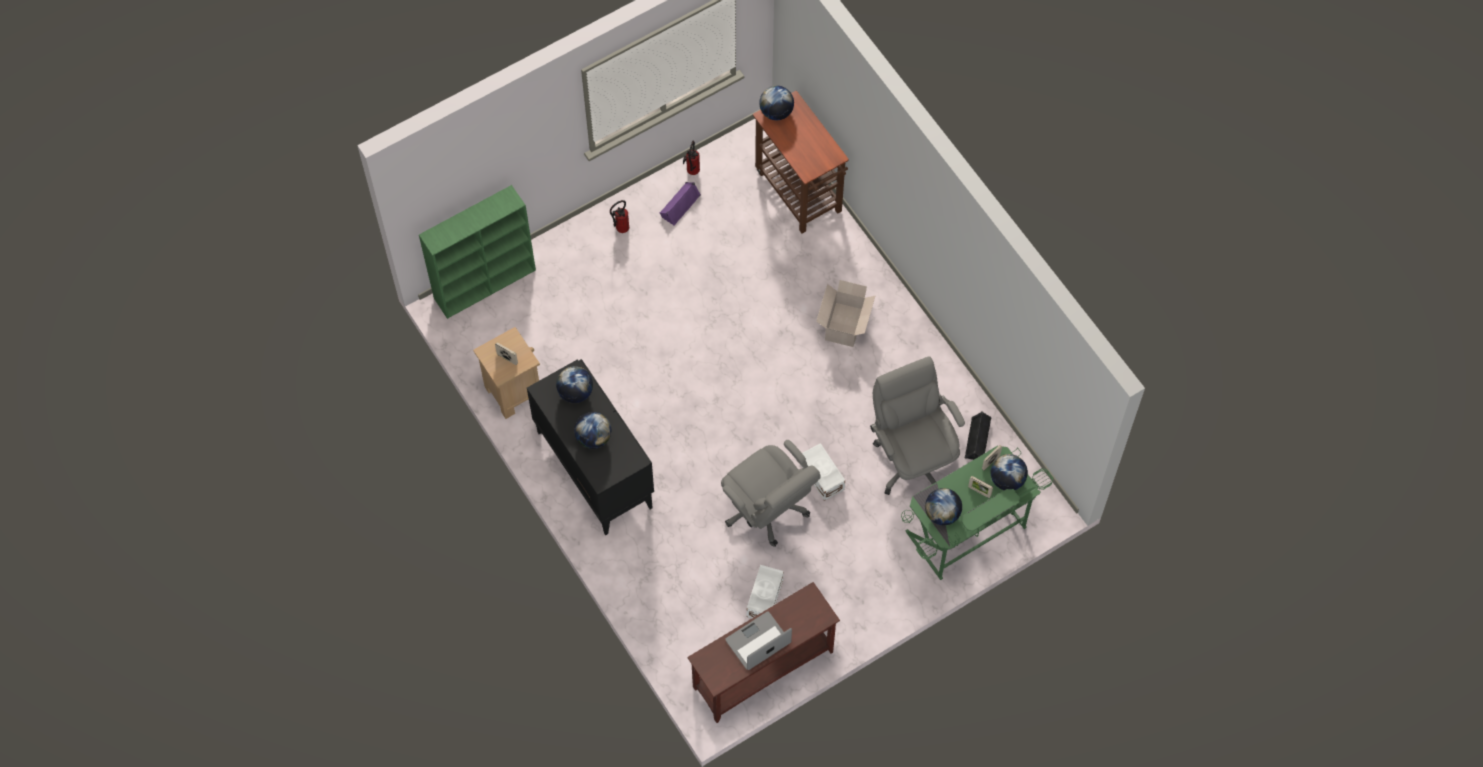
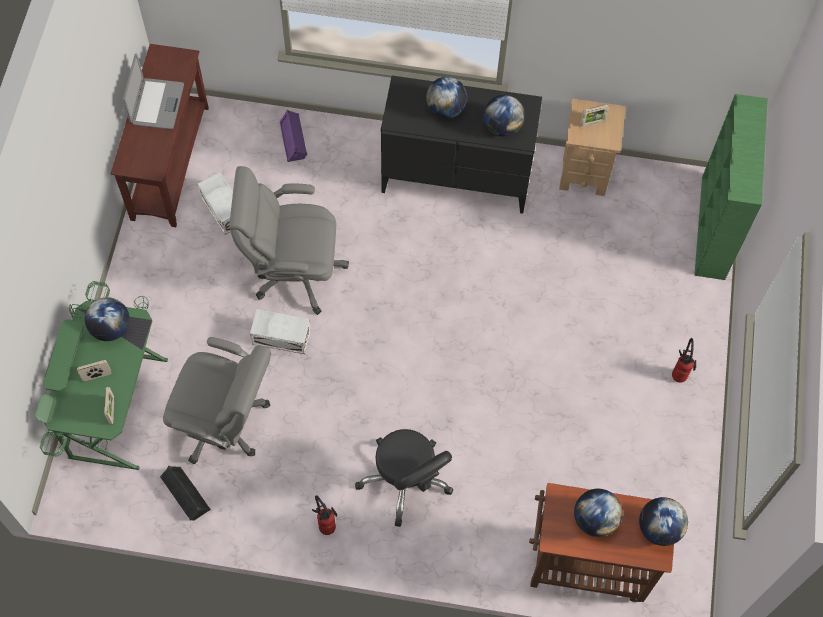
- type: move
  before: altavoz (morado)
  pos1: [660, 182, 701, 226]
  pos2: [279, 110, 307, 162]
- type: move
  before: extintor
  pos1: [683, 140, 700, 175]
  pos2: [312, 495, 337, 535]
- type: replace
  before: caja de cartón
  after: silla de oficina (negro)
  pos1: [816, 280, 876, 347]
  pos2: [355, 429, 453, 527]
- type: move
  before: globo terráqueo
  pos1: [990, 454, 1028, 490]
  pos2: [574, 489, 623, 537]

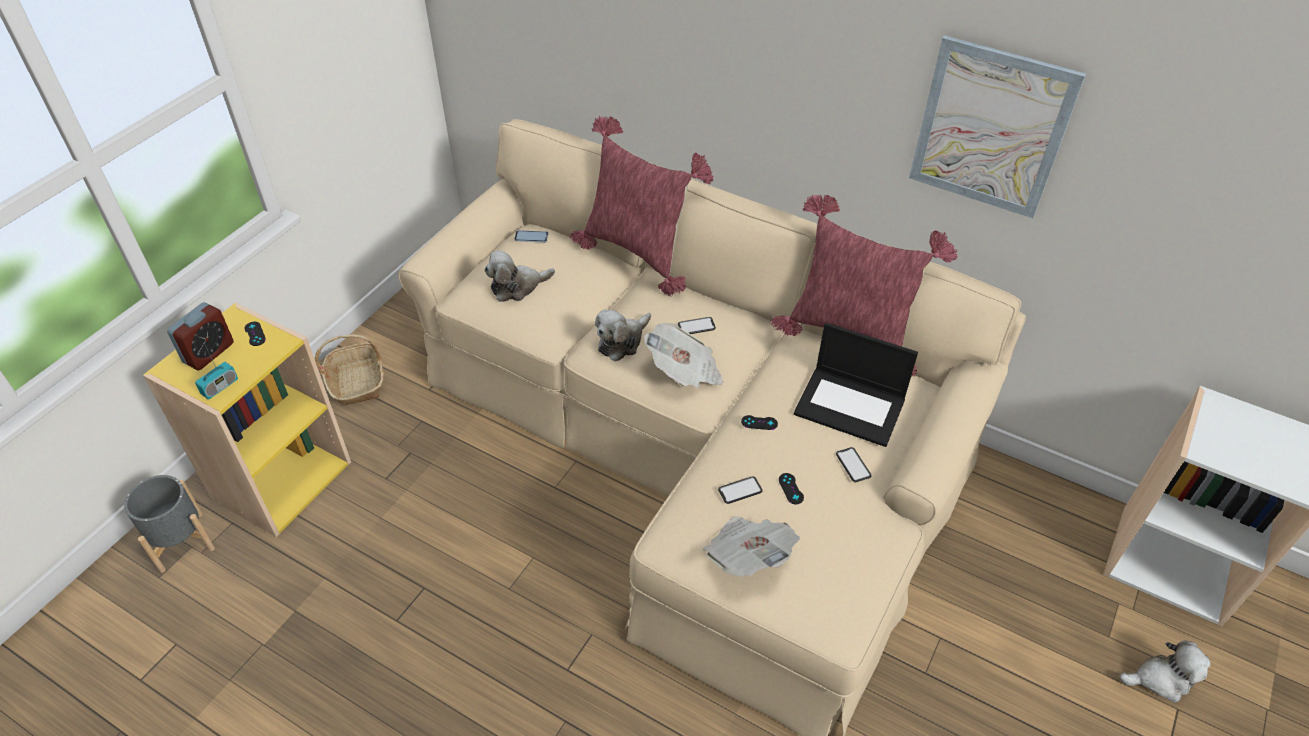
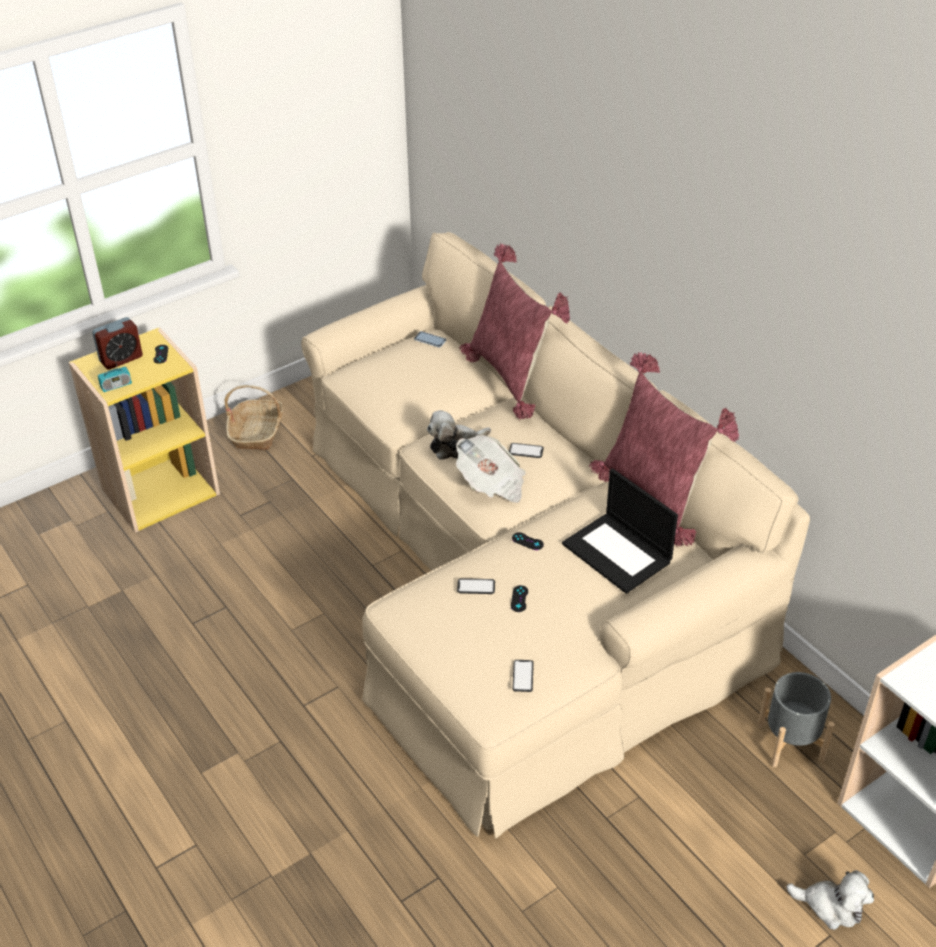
- type: move
  before: móvil
  pos1: [836, 447, 871, 482]
  pos2: [512, 660, 533, 692]
- type: move
  before: maceta (gris)
  pos1: [124, 475, 215, 573]
  pos2: [757, 672, 835, 767]
- type: delete
  before: peluche
  pos1: [484, 250, 555, 302]
- type: delete
  before: periódico
  pos1: [702, 516, 800, 577]
- type: delete
  before: cuadro
  pos1: [909, 35, 1086, 218]

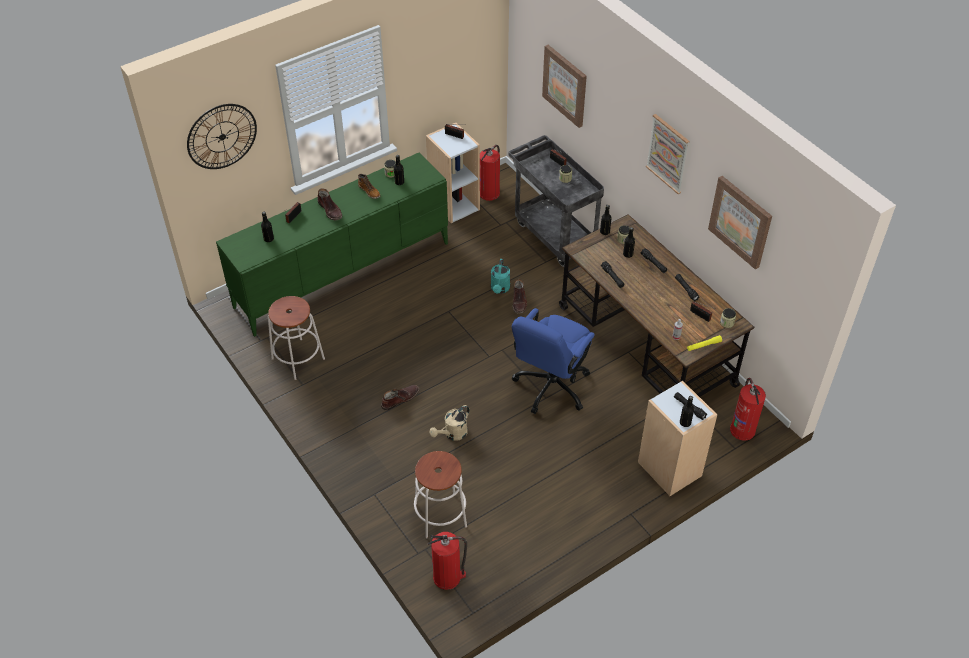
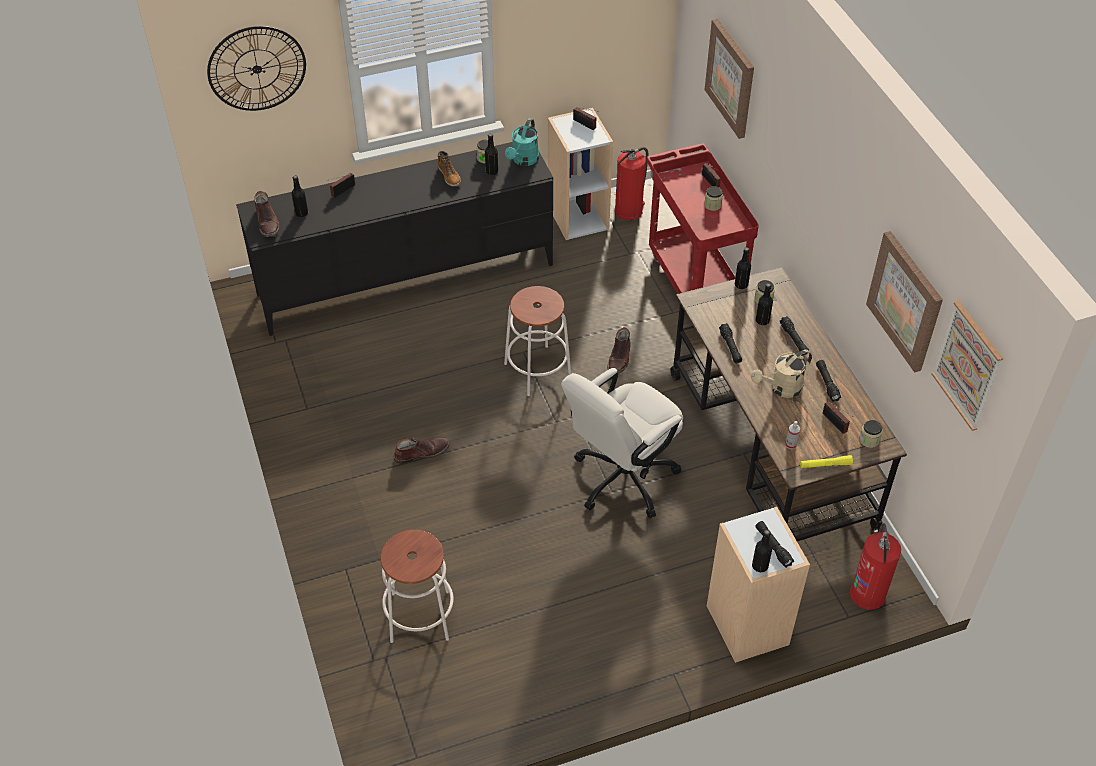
- type: recolor
  before: armario (verde)
  after: armario (negro)
  pos1: [216, 152, 448, 337]
  pos2: [236, 142, 553, 336]
- type: move
  before: bota (marrón)
  pos1: [318, 188, 342, 220]
  pos2: [254, 191, 280, 237]
- type: move
  before: taburete (blanco)
  pos1: [268, 296, 325, 380]
  pos2: [504, 286, 571, 396]
- type: move
  before: regadera (turquesa)
  pos1: [491, 259, 510, 294]
  pos2: [505, 119, 539, 166]
- type: recolor
  before: silla de oficina (azul)
  after: silla de oficina (blanco)
  pos1: [512, 308, 595, 414]
  pos2: [561, 368, 683, 518]
- type: recolor
  before: carrito (gris)
  after: carrito (rojo)
  pos1: [508, 135, 604, 267]
  pos2: [647, 143, 759, 294]
- type: move
  before: regadera (beis)
  pos1: [430, 405, 469, 441]
  pos2: [751, 350, 812, 398]
- type: move
  before: cuadro
  pos1: [646, 114, 690, 194]
  pos2: [931, 301, 1003, 431]
- type: delete
  before: extintor
  pos1: [428, 532, 467, 590]

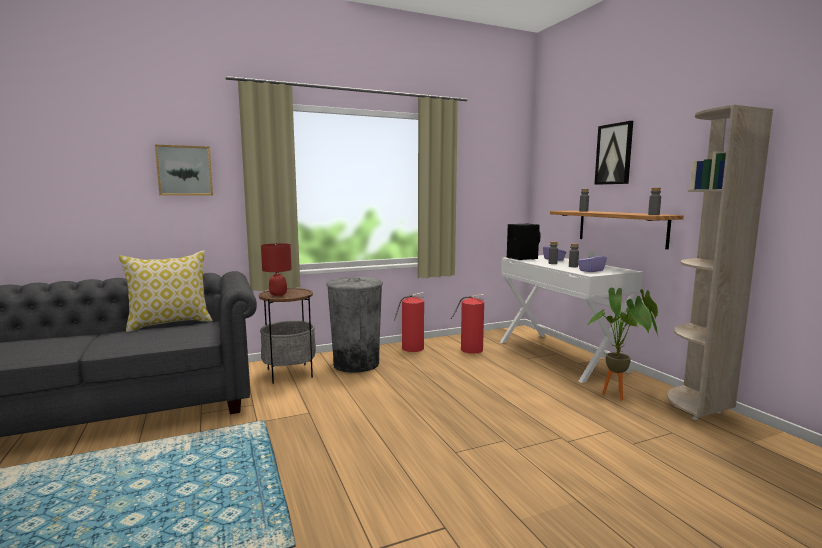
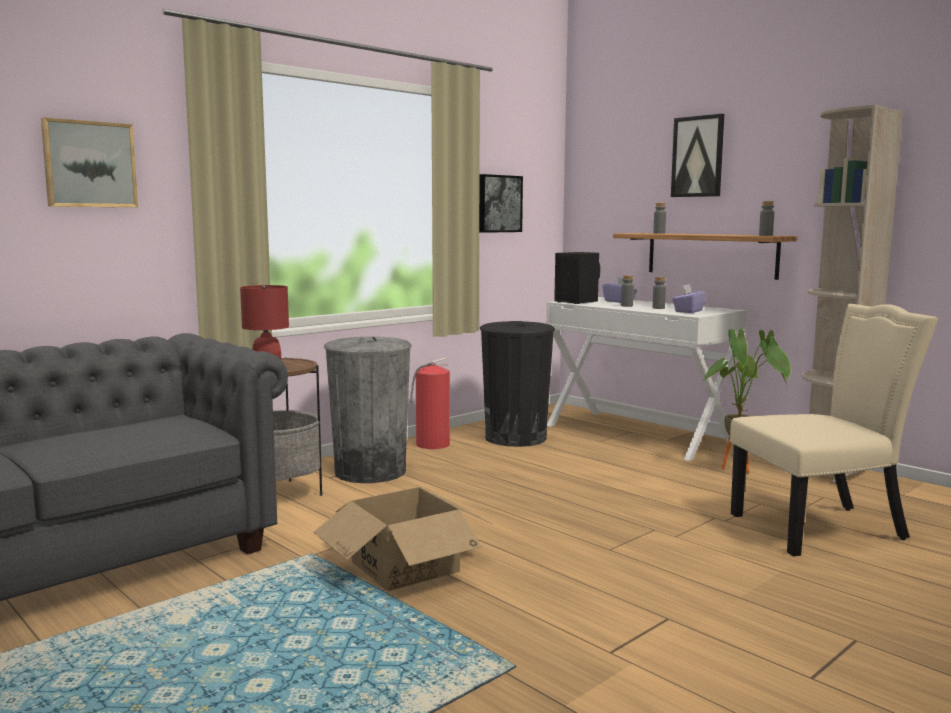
- type: insert
  after: caja de cartón
  pos2: [314, 487, 494, 591]
- type: insert
  after: cuadro
  pos2: [479, 174, 523, 233]
- type: replace
  before: extintor
  after: papelera (negro)
  pos1: [451, 294, 484, 354]
  pos2: [480, 321, 555, 447]
- type: insert
  after: silla (beis)
  pos2: [730, 304, 938, 556]
- type: delete
  before: cojín
  pos1: [119, 250, 213, 332]

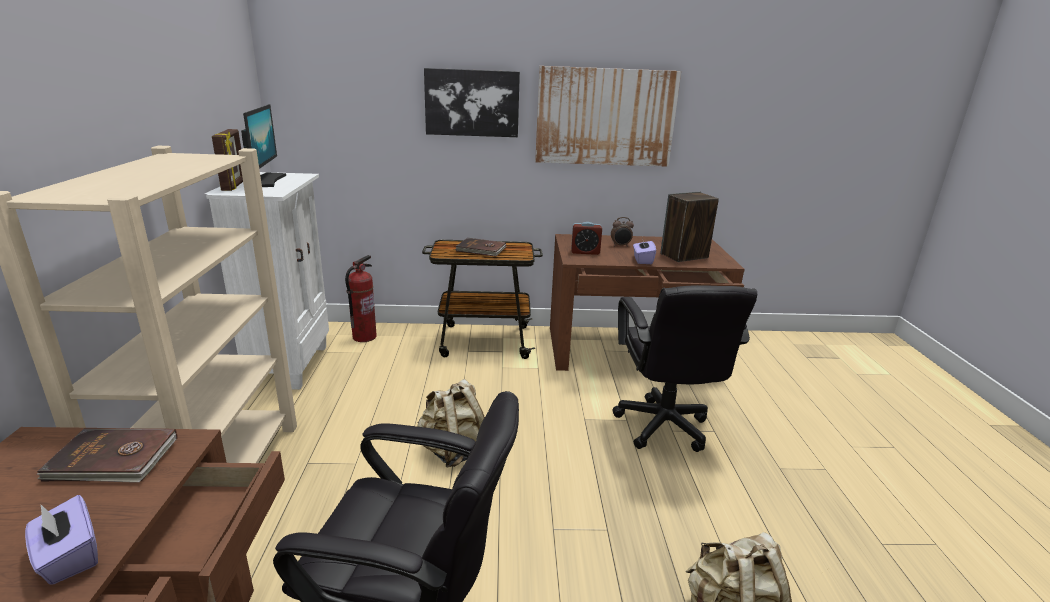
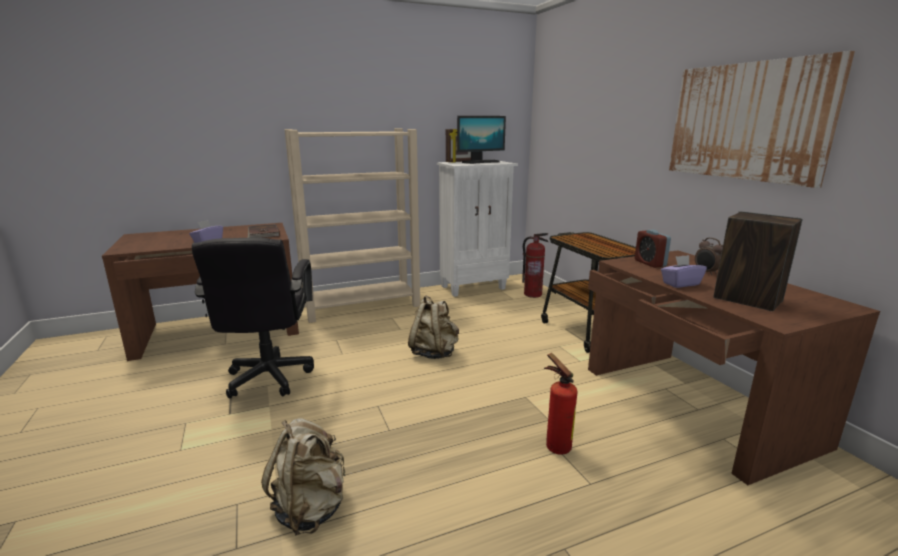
- type: replace
  before: silla de oficina (negro)
  after: extintor
  pos1: [612, 285, 757, 452]
  pos2: [544, 353, 577, 455]
- type: delete
  before: cuadro
  pos1: [424, 68, 520, 137]
- type: delete
  before: libro (marrón)
  pos1: [455, 238, 506, 257]

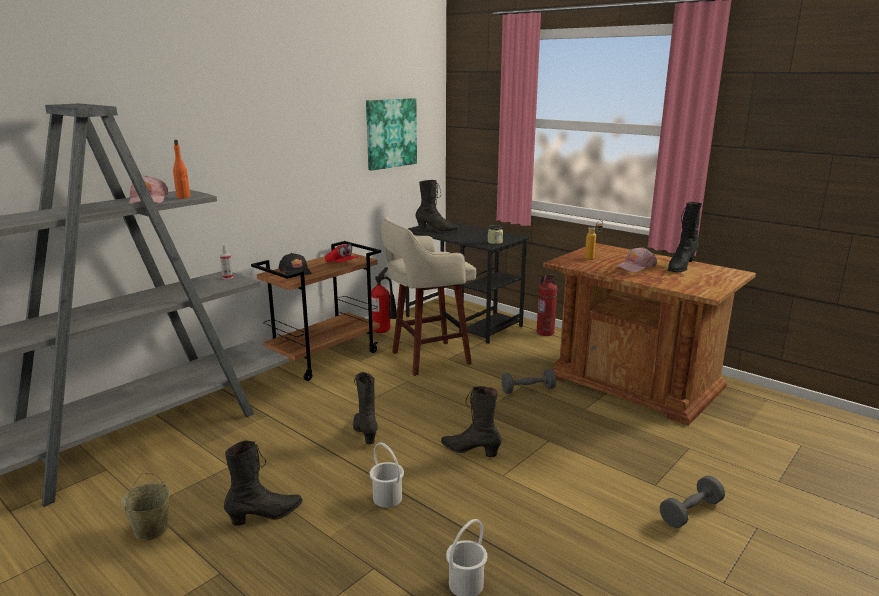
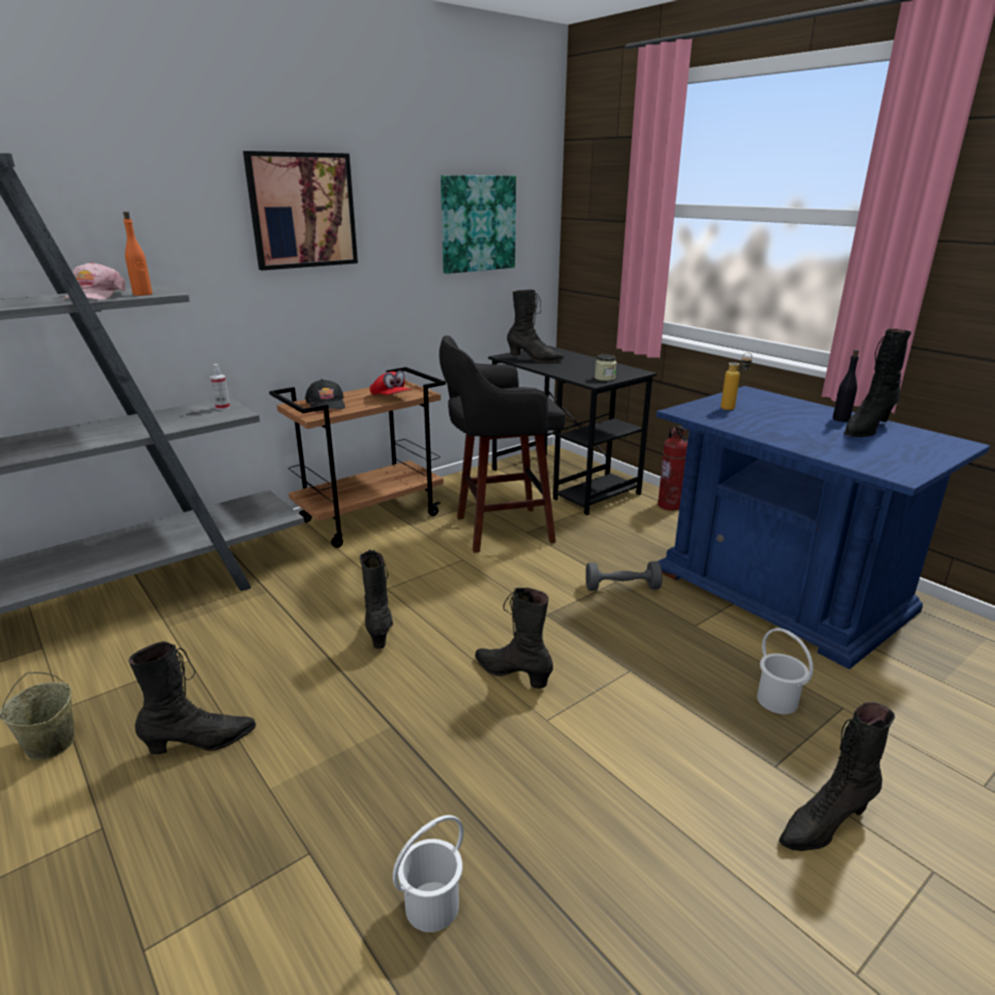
- type: insert
  after: cuadro
  pos2: [243, 151, 358, 270]
- type: recolor
  before: taburete (beis)
  after: taburete (negro)
  pos1: [381, 217, 476, 376]
  pos2: [439, 336, 565, 553]
- type: recolor
  before: armario (marrón)
  after: armario (azul)
  pos1: [543, 243, 756, 426]
  pos2: [656, 386, 990, 669]
- type: move
  before: cubo (blanco)
  pos1: [370, 443, 404, 508]
  pos2: [757, 628, 813, 714]
- type: replace
  before: mancuerna (gris)
  after: bota (negro)
  pos1: [660, 476, 725, 528]
  pos2: [779, 702, 895, 851]
- type: insert
  after: botella (negro)
  pos2: [833, 350, 859, 422]
- type: delete
  before: extintor
  pos1: [371, 267, 397, 333]
- type: delete
  before: gorra (rosa)
  pos1: [616, 247, 657, 272]

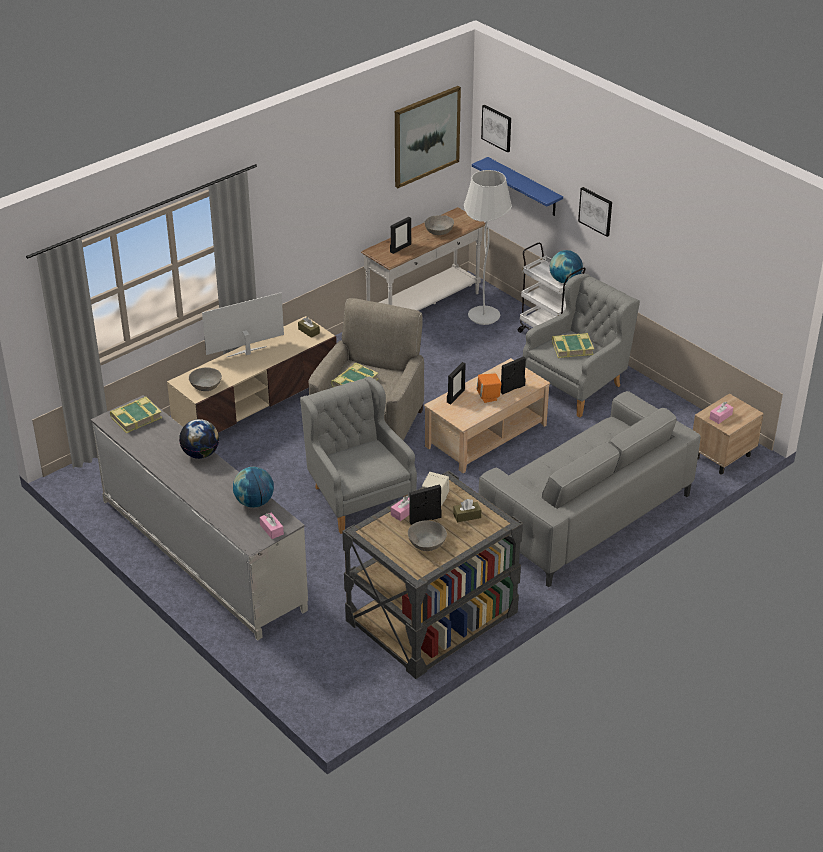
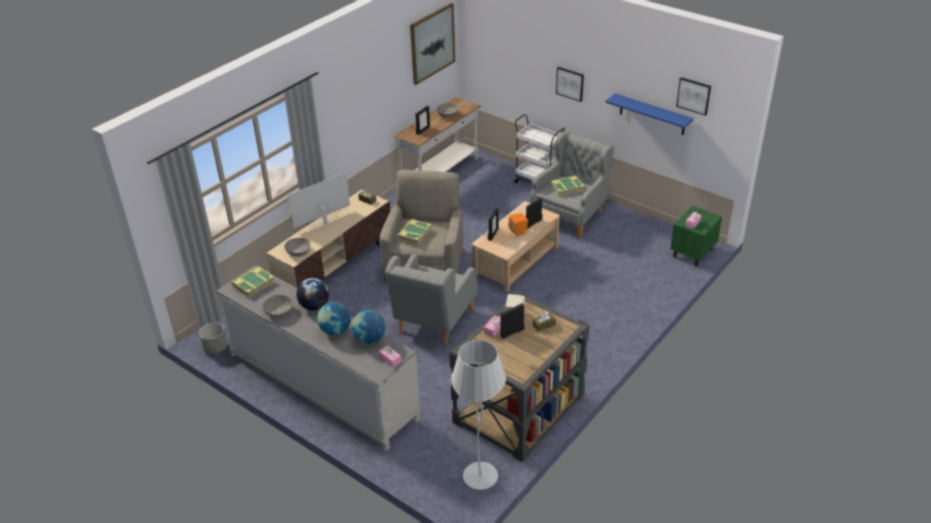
- type: insert
  after: maceta (gris)
  pos2: [199, 323, 227, 354]
- type: move
  before: cuenco (gris)
  pos1: [408, 521, 447, 551]
  pos2: [263, 295, 293, 318]
- type: move
  before: globo terráqueo
  pos1: [550, 250, 583, 283]
  pos2: [317, 302, 351, 336]
- type: rotate
  before: sillón (gris)
  pos1: [300, 377, 417, 534]
  pos2: [385, 254, 477, 345]
  turn: -120
- type: move
  before: lámpara de pie (blanco)
  pos1: [464, 170, 512, 325]
  pos2: [451, 340, 506, 490]
- type: move
  before: estante (azul)
  pos1: [472, 157, 563, 216]
  pos2: [606, 94, 694, 135]
- type: recolor
  before: mesita de noche (beis)
  after: mesita de noche (verde)
  pos1: [693, 394, 764, 475]
  pos2: [670, 206, 722, 266]
- type: move
  before: cuadro
  pos1: [481, 105, 511, 153]
  pos2: [676, 77, 711, 116]
- type: delete
  before: sofá (gris)
  pos1: [479, 391, 700, 587]

